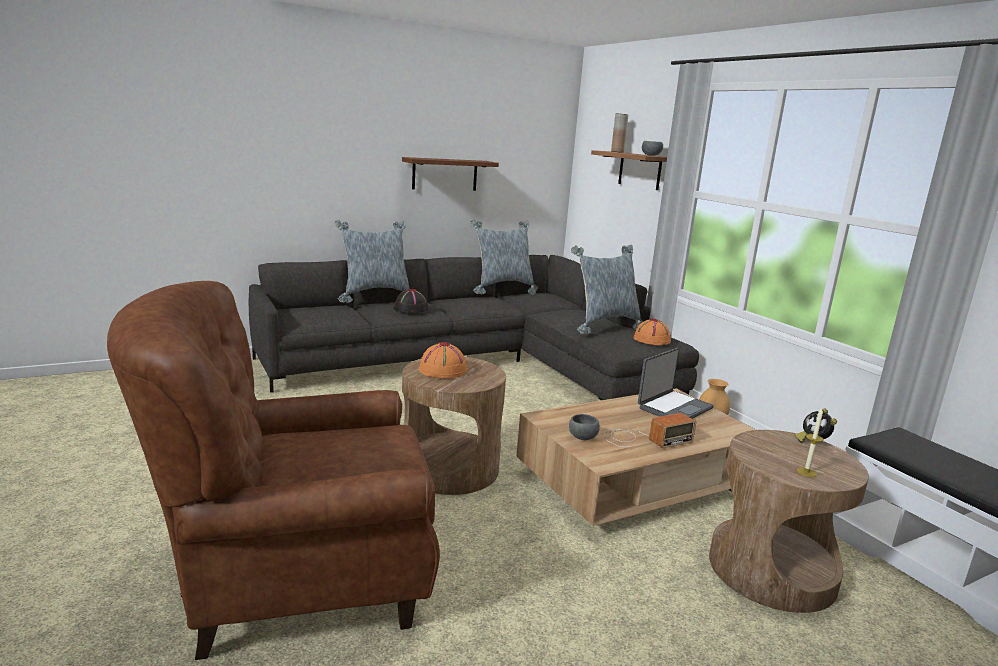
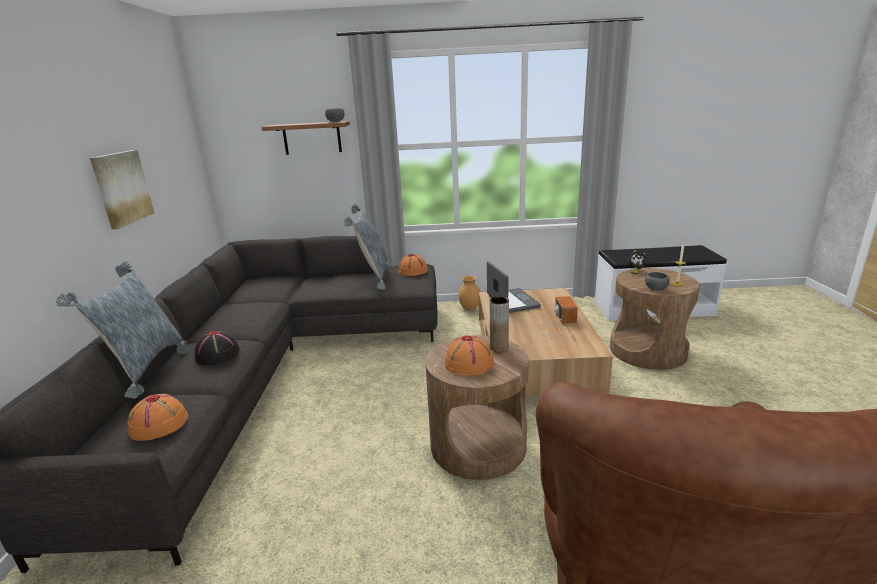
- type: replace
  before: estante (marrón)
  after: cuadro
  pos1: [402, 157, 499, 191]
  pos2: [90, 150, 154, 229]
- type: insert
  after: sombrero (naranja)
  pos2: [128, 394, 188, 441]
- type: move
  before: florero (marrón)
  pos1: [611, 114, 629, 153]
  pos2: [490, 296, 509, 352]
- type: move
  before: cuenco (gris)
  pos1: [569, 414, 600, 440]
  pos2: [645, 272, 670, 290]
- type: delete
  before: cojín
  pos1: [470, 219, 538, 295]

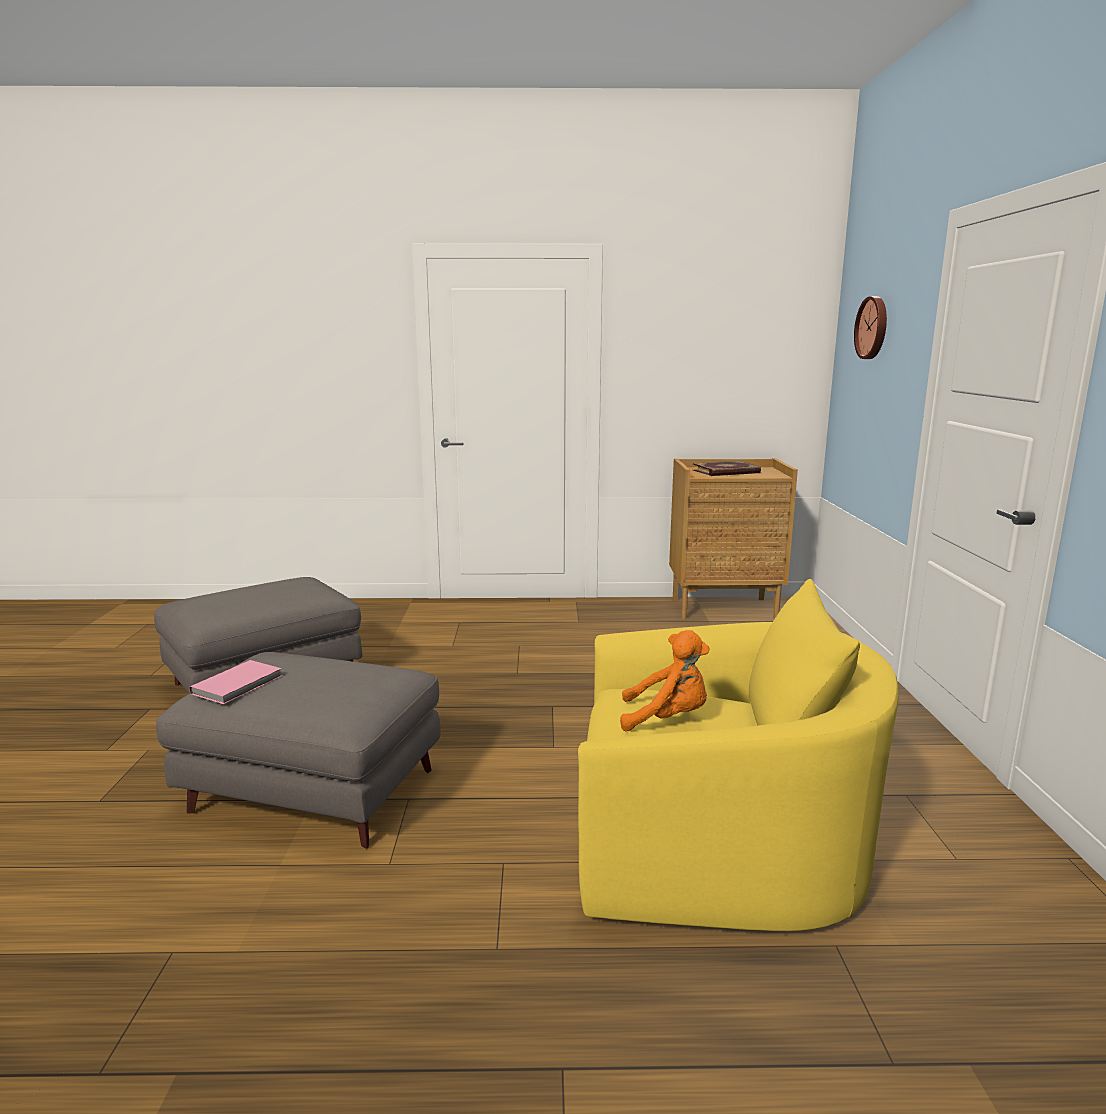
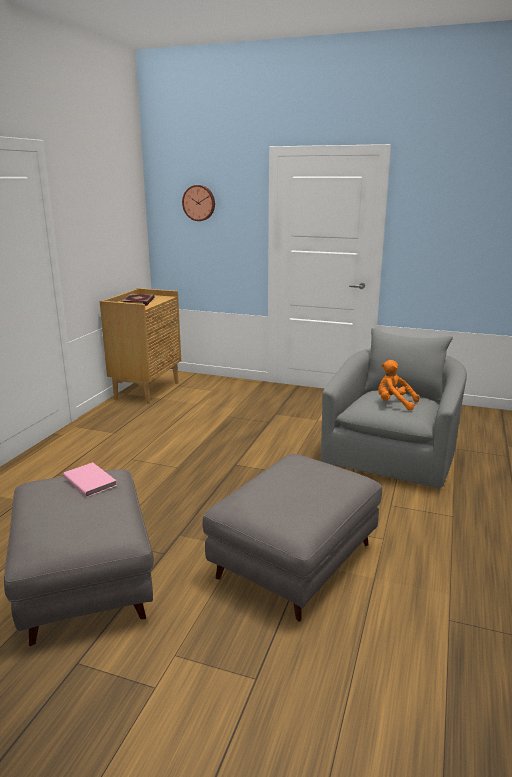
- type: move
  before: libro (rosa)
  pos1: [189, 660, 282, 704]
  pos2: [63, 462, 117, 497]
- type: recolor
  before: sillón (amarillo)
  after: sillón (gris)
  pos1: [578, 579, 899, 931]
  pos2: [321, 328, 467, 489]
- type: rotate
  before: peluche (naranja)
  pos1: [620, 630, 709, 732]
  pos2: [378, 360, 420, 410]
  turn: -90

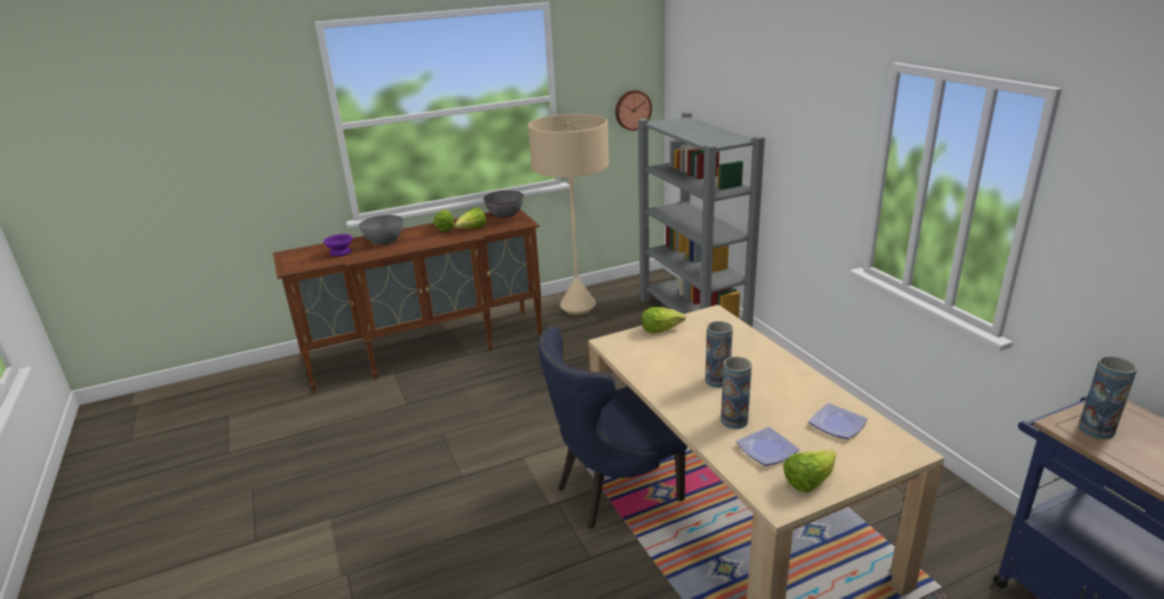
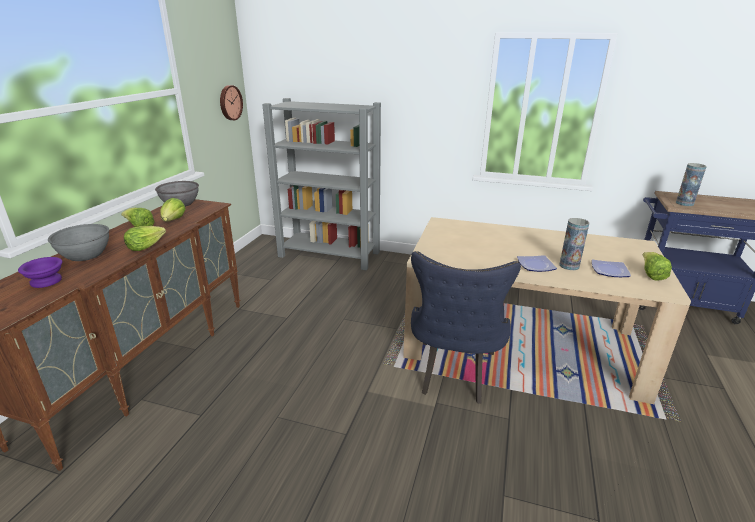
- type: move
  before: lechuga
  pos1: [642, 307, 686, 333]
  pos2: [124, 226, 166, 251]
- type: move
  before: plato
  pos1: [808, 403, 868, 439]
  pos2: [517, 255, 557, 272]
- type: delete
  before: lámpara de pie (beis)
  pos1: [528, 114, 609, 315]
- type: delete
  before: florero
  pos1: [705, 321, 733, 388]

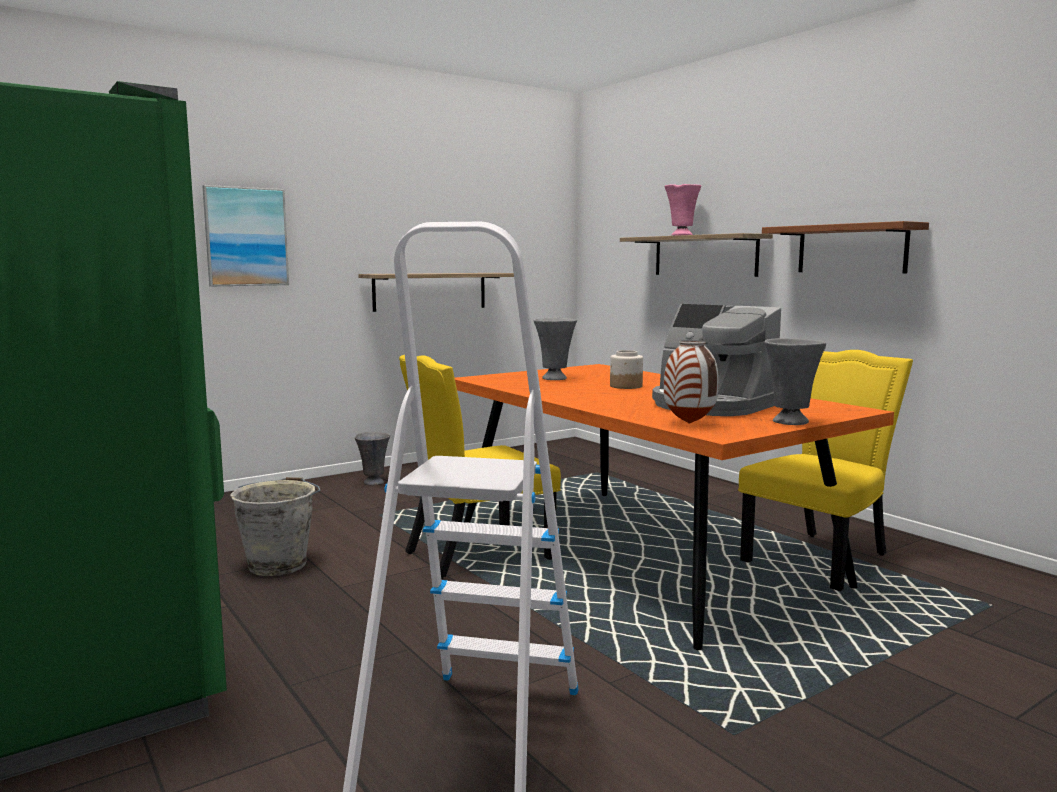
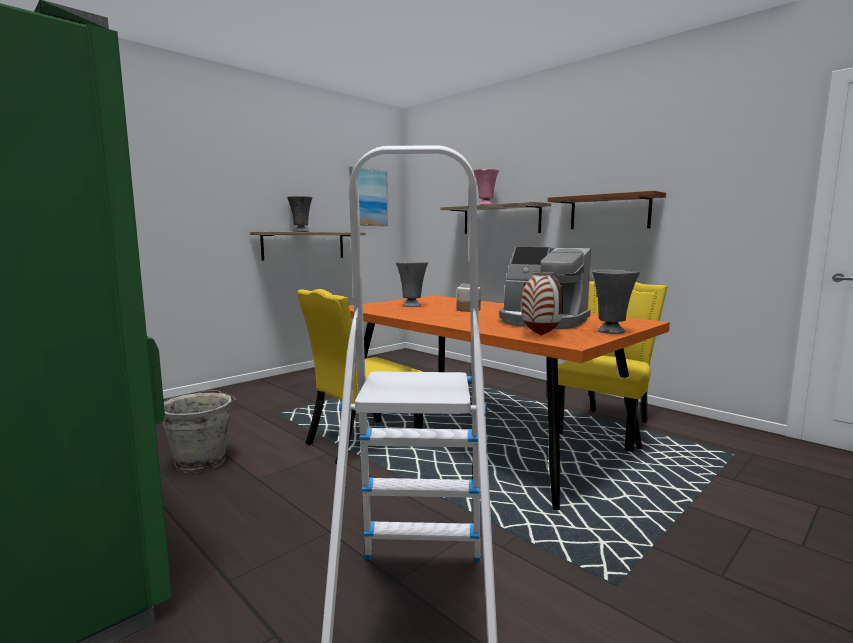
- type: move
  before: florero (gris)
  pos1: [355, 432, 390, 486]
  pos2: [287, 196, 312, 232]
- type: move
  before: cuadro
  pos1: [203, 185, 289, 286]
  pos2: [349, 166, 388, 226]

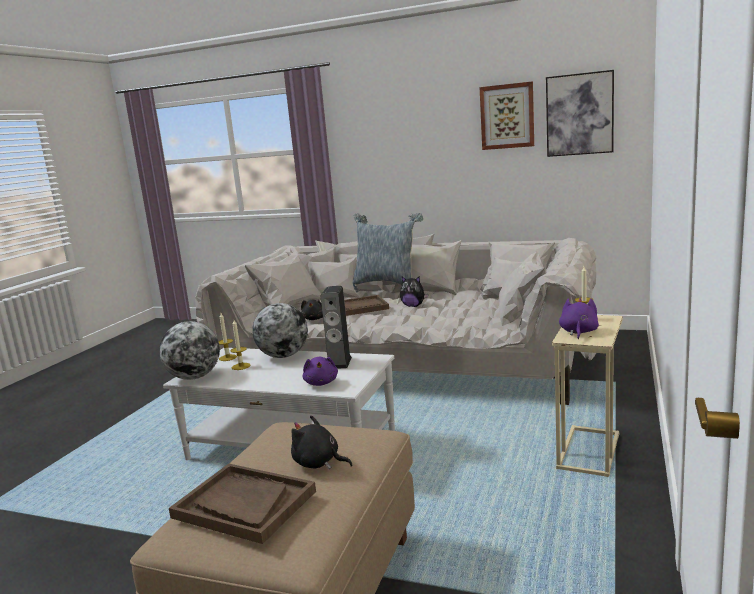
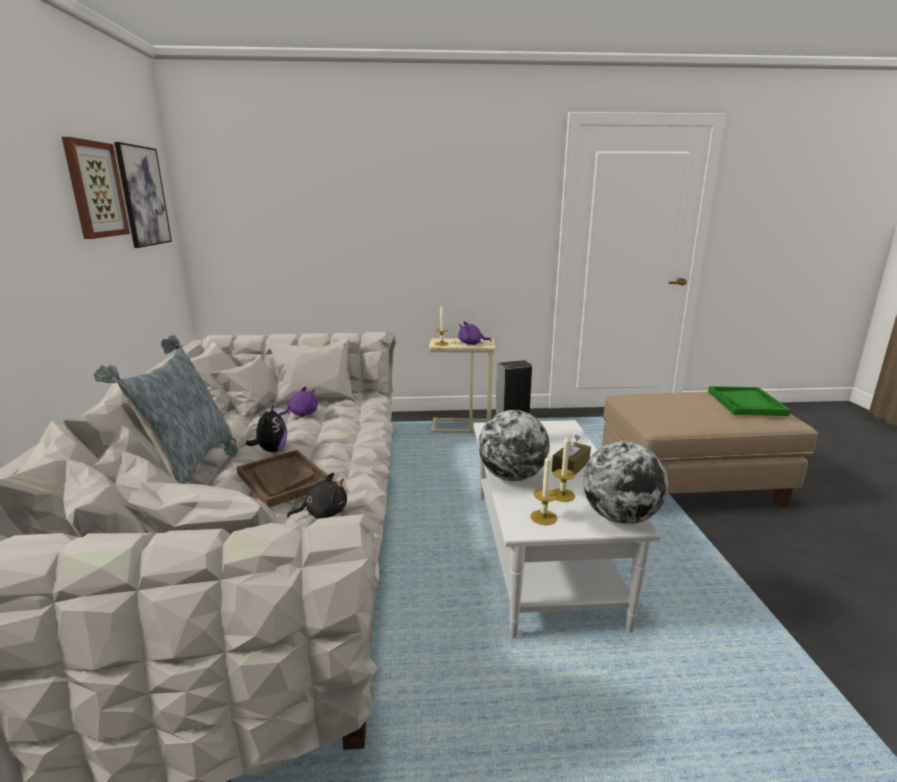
- type: move
  before: peluche (morado)
  pos1: [303, 357, 338, 386]
  pos2: [279, 386, 318, 416]
- type: insert
  after: caja de pañuelos (marrón)
  pos2: [552, 435, 591, 475]
- type: recolor
  before: bandeja (marrón)
  after: bandeja (verde)
  pos1: [169, 463, 316, 544]
  pos2: [708, 386, 791, 416]
- type: delete
  before: peluche (negro)
  pos1: [291, 415, 353, 469]

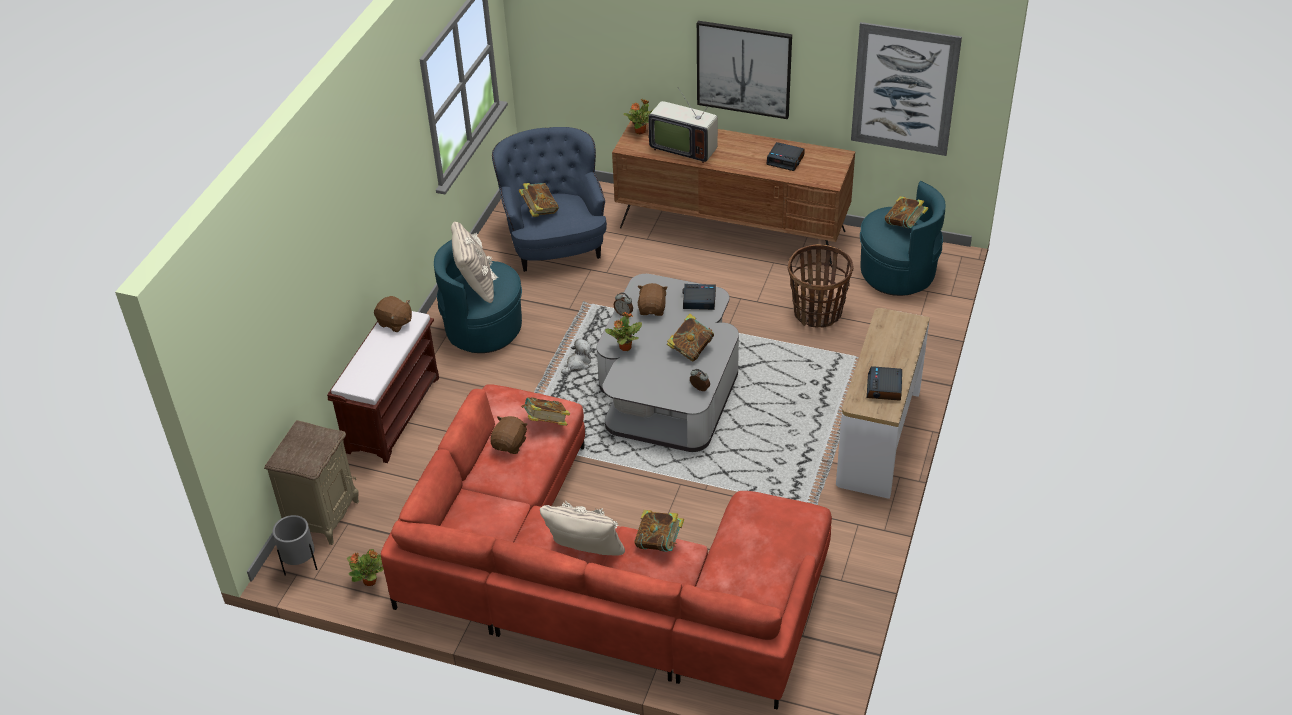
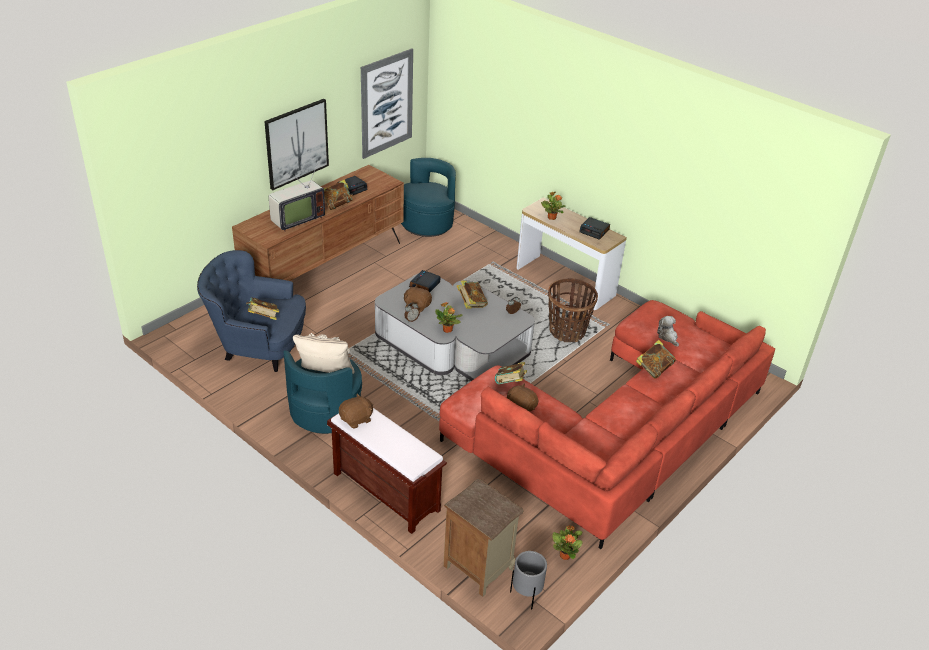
- type: move
  before: libro
  pos1: [885, 196, 929, 228]
  pos2: [324, 179, 354, 210]
- type: move
  before: planta en maceta
  pos1: [623, 99, 653, 134]
  pos2: [541, 192, 566, 220]
- type: move
  before: cesta
  pos1: [788, 244, 854, 328]
  pos2: [548, 278, 598, 342]
- type: move
  before: peluche
  pos1: [561, 338, 592, 374]
  pos2: [657, 316, 679, 347]
- type: delete
  before: cojín (beis)
  pos1: [540, 501, 625, 556]

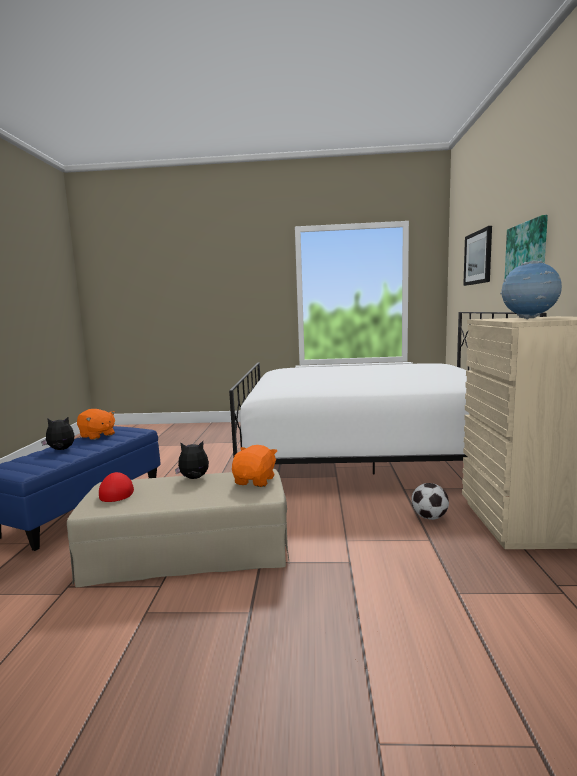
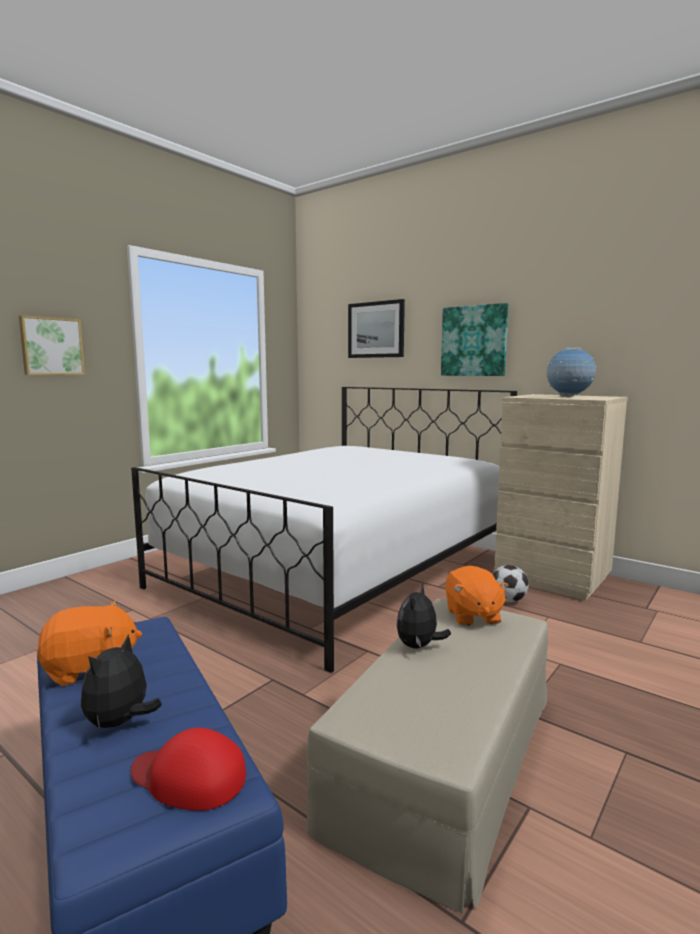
- type: insert
  after: cuadro
  pos2: [19, 315, 85, 375]
- type: move
  before: gorra (rojo)
  pos1: [99, 472, 134, 502]
  pos2: [131, 728, 246, 811]
- type: rotate
  before: peluche (naranja)
  pos1: [232, 445, 277, 487]
  pos2: [445, 566, 509, 626]
  turn: -150

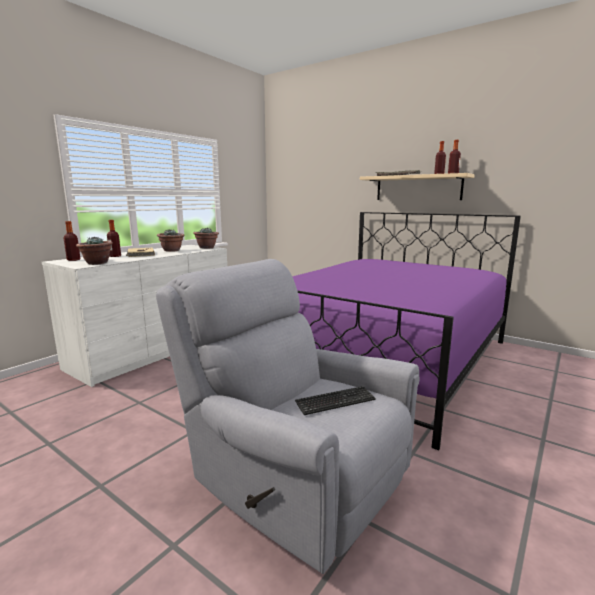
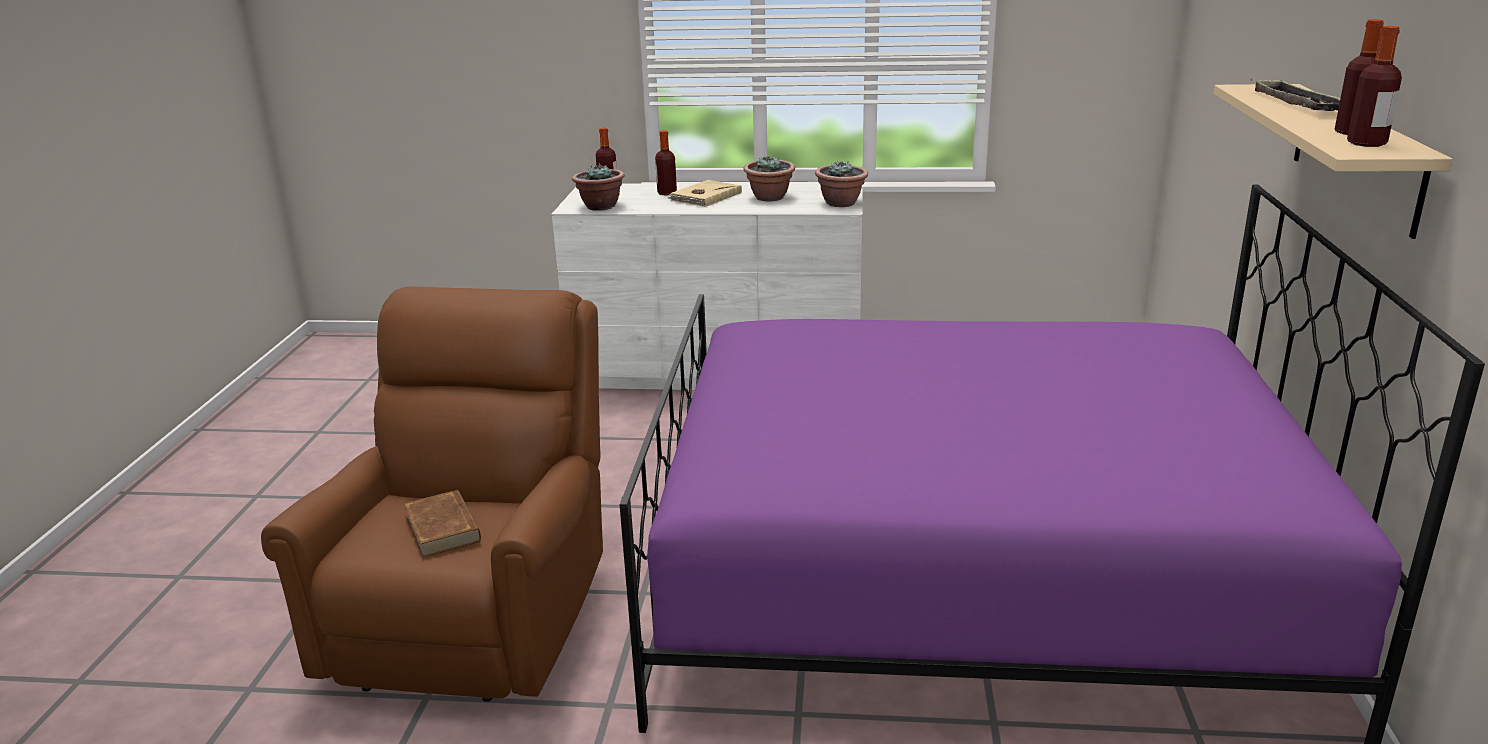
- type: recolor
  before: sillón (gris)
  after: sillón (marrón)
  pos1: [156, 259, 419, 574]
  pos2: [261, 287, 603, 702]
- type: replace
  before: teclado
  after: libro (marrón)
  pos1: [295, 386, 376, 415]
  pos2: [403, 490, 481, 558]

